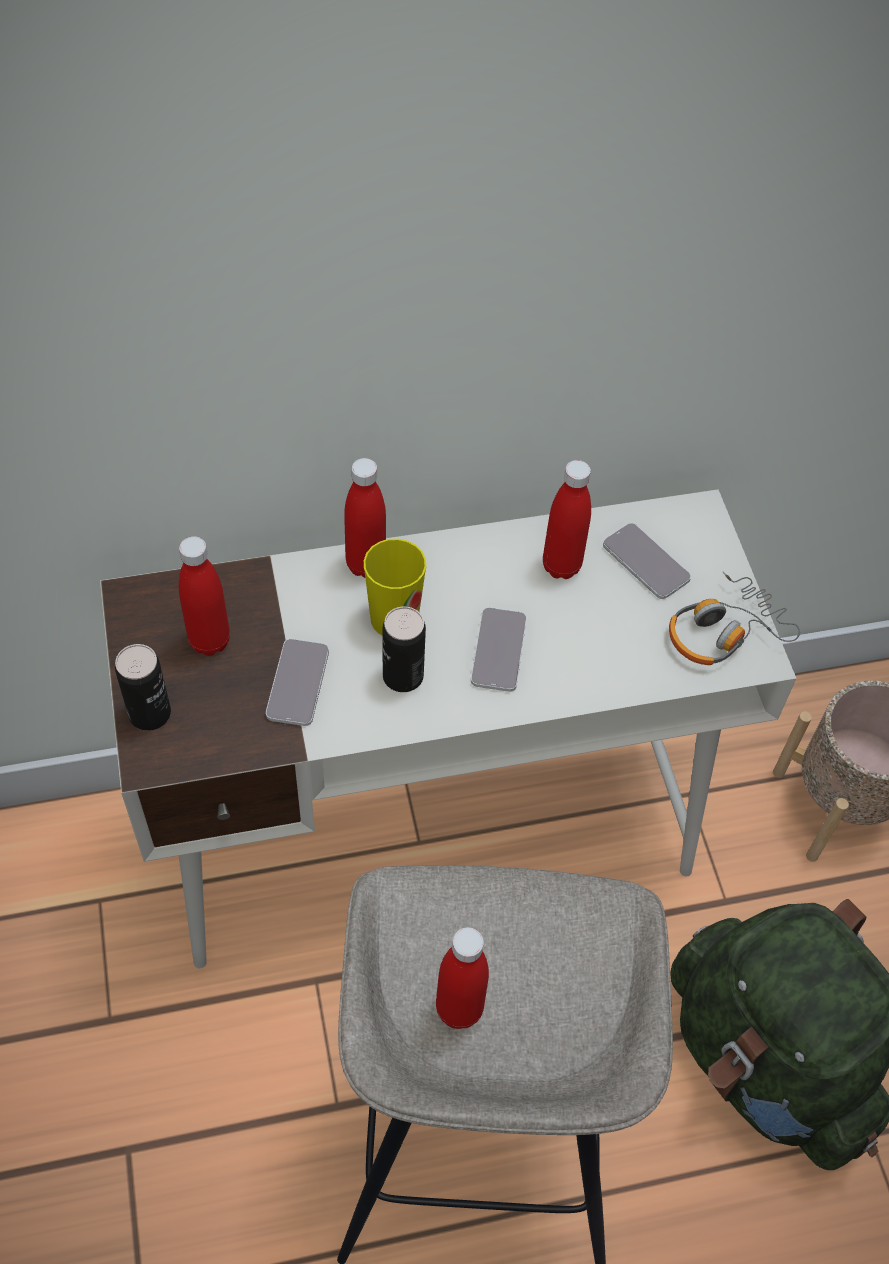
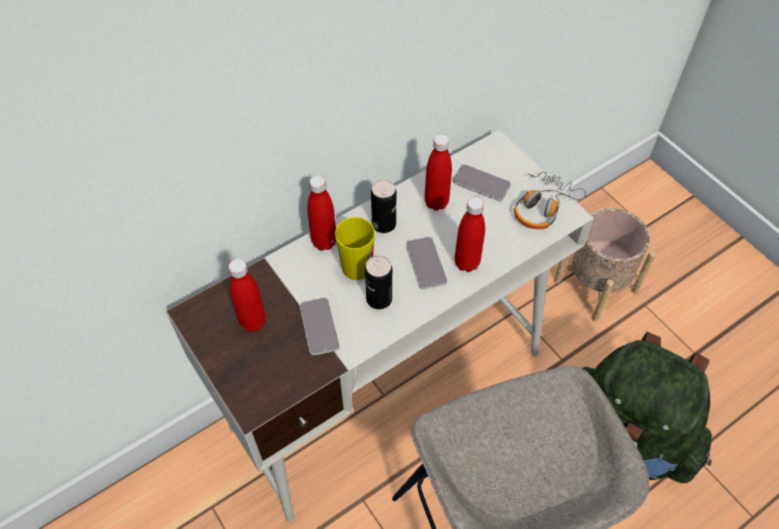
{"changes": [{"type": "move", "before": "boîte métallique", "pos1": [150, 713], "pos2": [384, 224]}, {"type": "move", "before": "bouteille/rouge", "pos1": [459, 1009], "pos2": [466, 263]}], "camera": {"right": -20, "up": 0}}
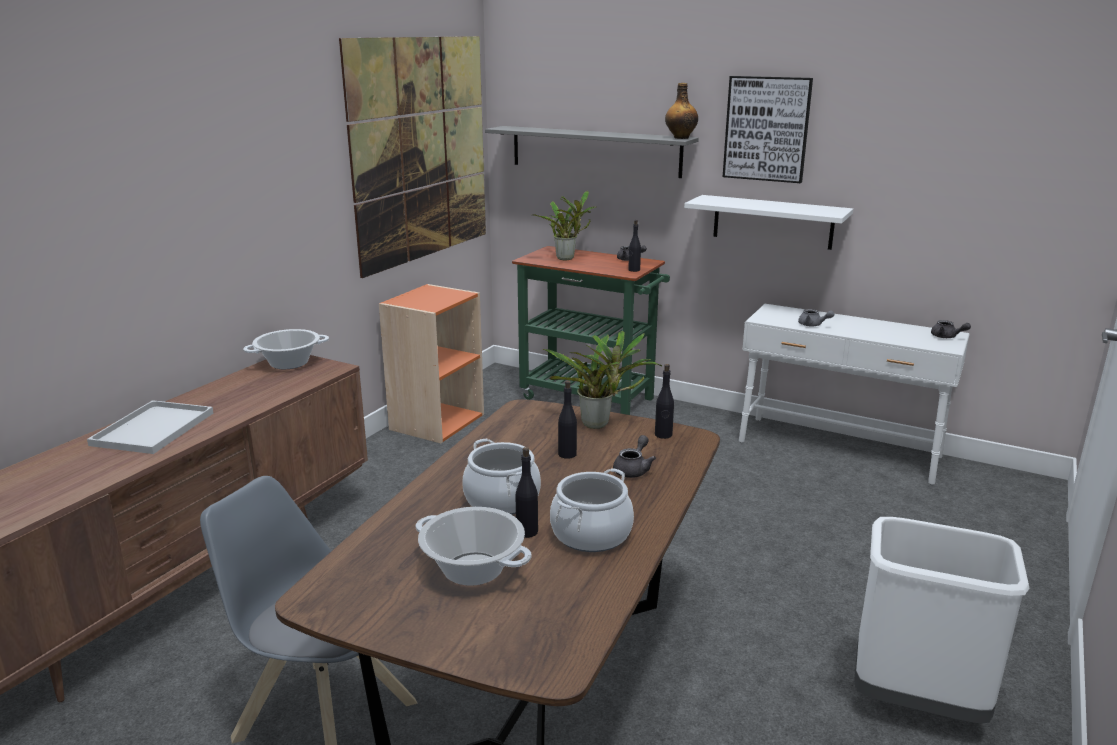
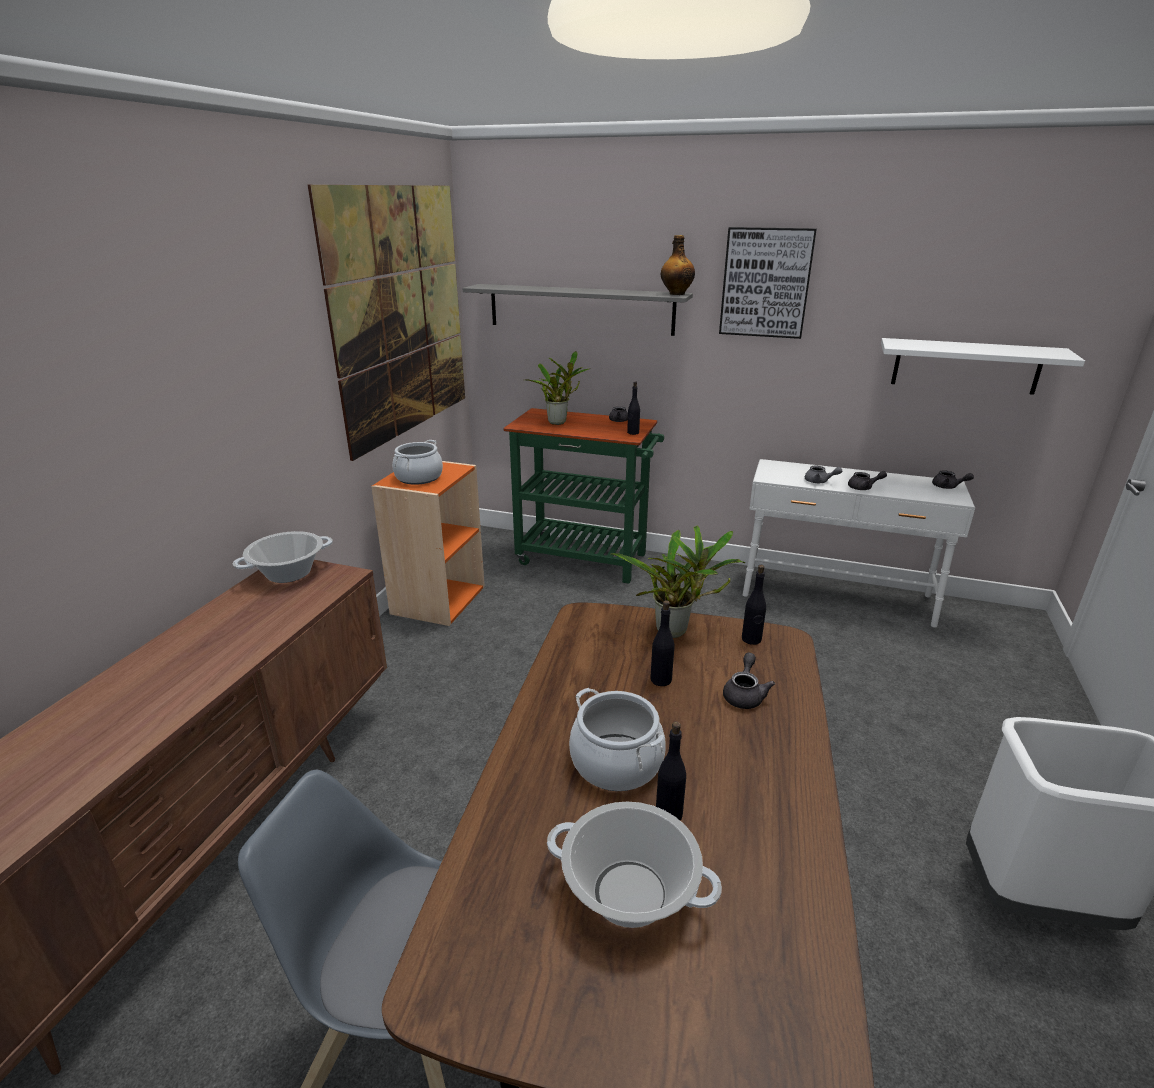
{"changes": [{"type": "delete", "before": "plateau/blanc", "pos1": [153, 430]}, {"type": "move", "before": "marmite", "pos1": [591, 534], "pos2": [418, 477]}, {"type": "move", "before": "étagère/blanc", "pos1": [772, 222], "pos2": [966, 366]}, {"type": "insert", "after": "théière/gris", "pos2": [863, 488]}], "camera": {"right": -10, "up": 5}}
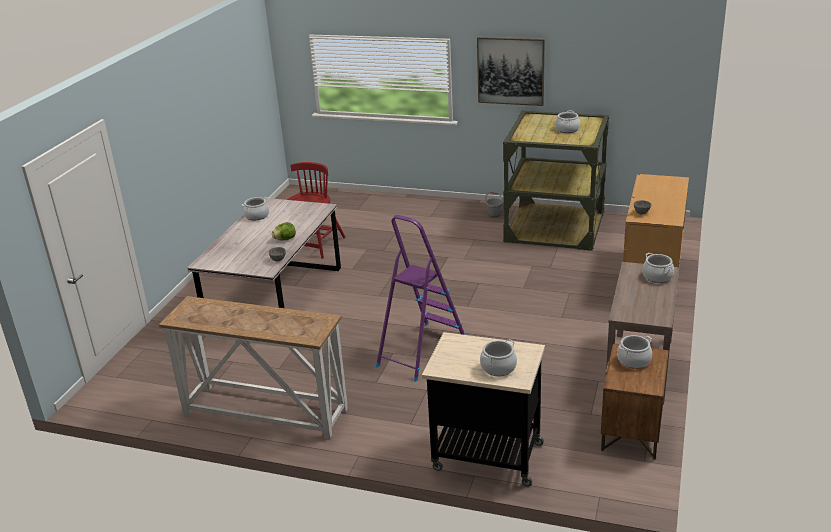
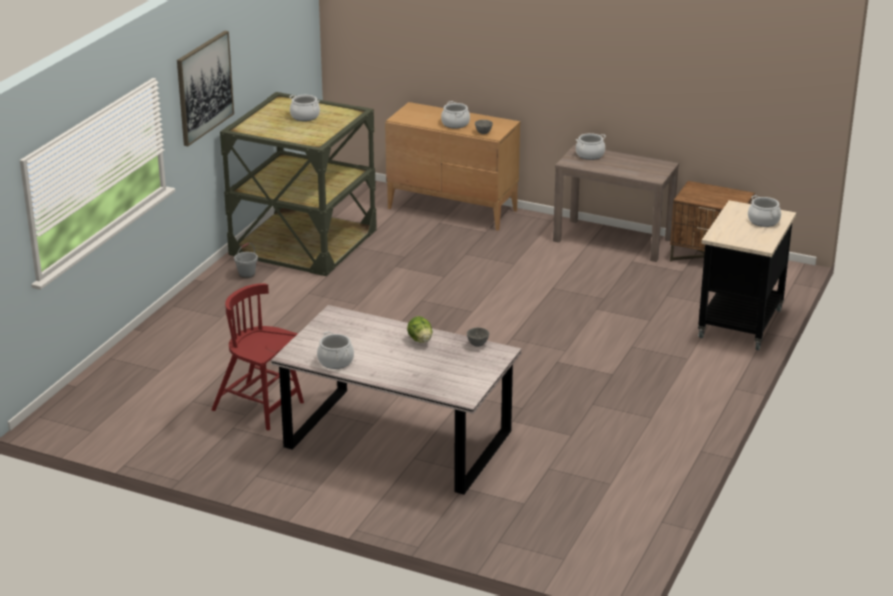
{"changes": [{"type": "delete", "before": "table console", "pos1": [264, 412]}, {"type": "delete", "before": "escabeau/violet", "pos1": [422, 350]}, {"type": "move", "before": "marmite", "pos1": [633, 360], "pos2": [455, 124]}], "camera": {"right": -85, "up": 0}}
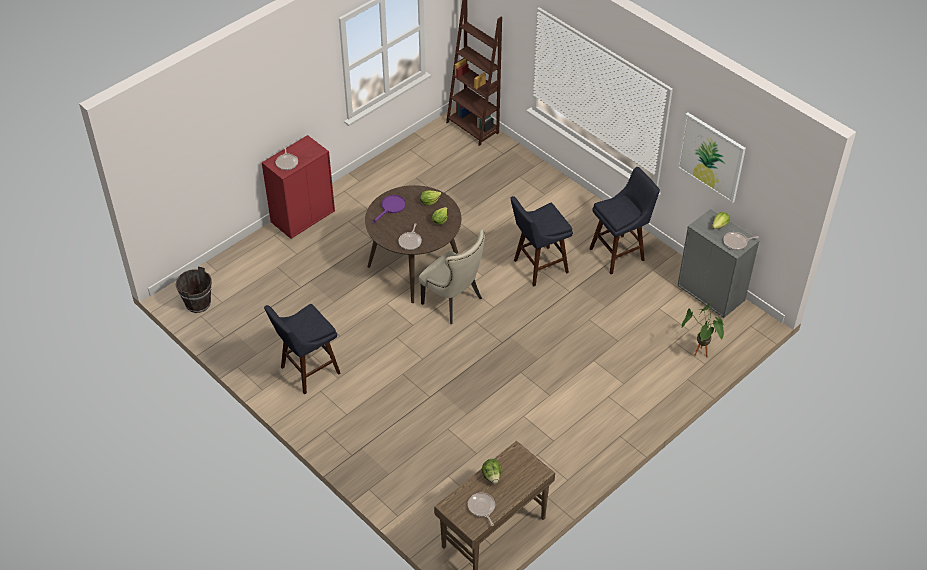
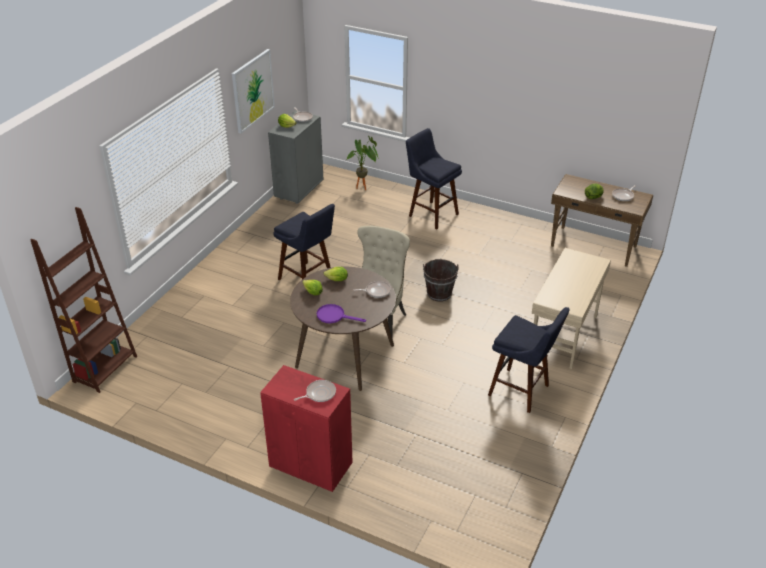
{"changes": [{"type": "move", "before": "seau/marron", "pos1": [198, 303], "pos2": [439, 294]}, {"type": "move", "before": "tabouret/bleu", "pos1": [620, 253], "pos2": [431, 214]}, {"type": "insert", "after": "table console/beige", "pos2": [564, 336]}], "camera": {"right": -110, "up": -10}}
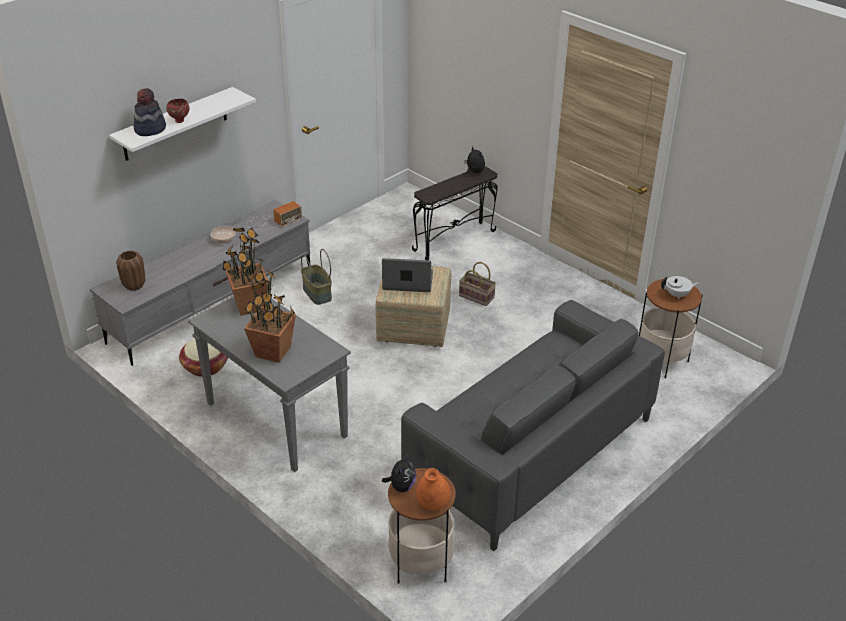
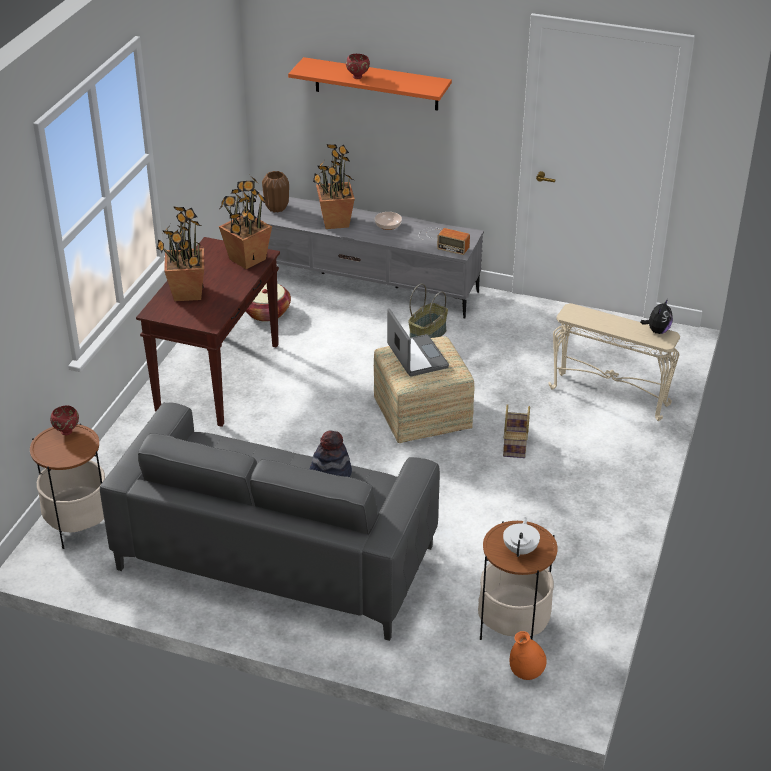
{"changes": [{"type": "recolor", "before": "étagère/blanc", "after": "étagère/orange", "pos1": [175, 124], "pos2": [376, 84]}, {"type": "move", "before": "chapeau", "pos1": [149, 129], "pos2": [330, 474]}, {"type": "recolor", "before": "table console/gris", "after": "table console/marron", "pos1": [275, 420], "pos2": [218, 377]}, {"type": "replace", "before": "peluche", "after": "bol/rouge", "pos1": [401, 487], "pos2": [67, 431]}, {"type": "recolor", "before": "table d'appoint/noir", "after": "table d'appoint/beige", "pos1": [454, 241], "pos2": [609, 397]}, {"type": "move", "before": "vase/orange", "pos1": [432, 505], "pos2": [526, 673]}, {"type": "rotate", "before": "théière/blanc", "pos1": [677, 295], "pos2": [520, 549], "turn": -135}, {"type": "insert", "after": "plante en pot", "pos2": [335, 222]}], "camera": {"right": 65, "up": 0}}
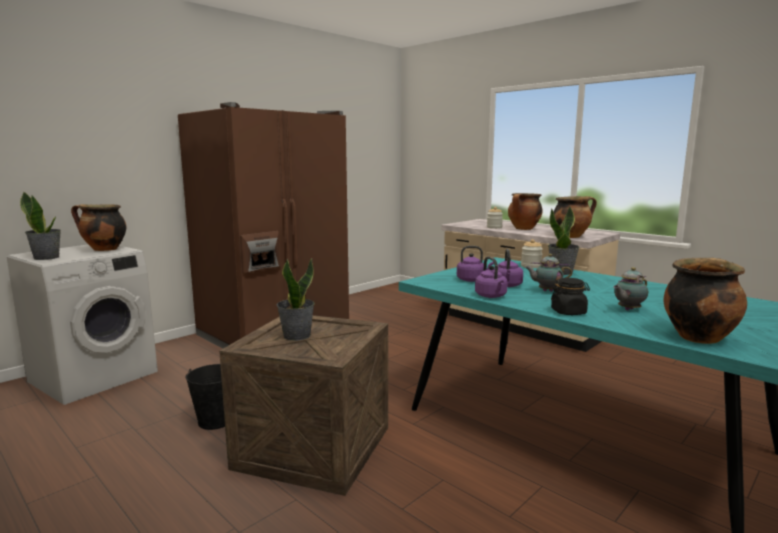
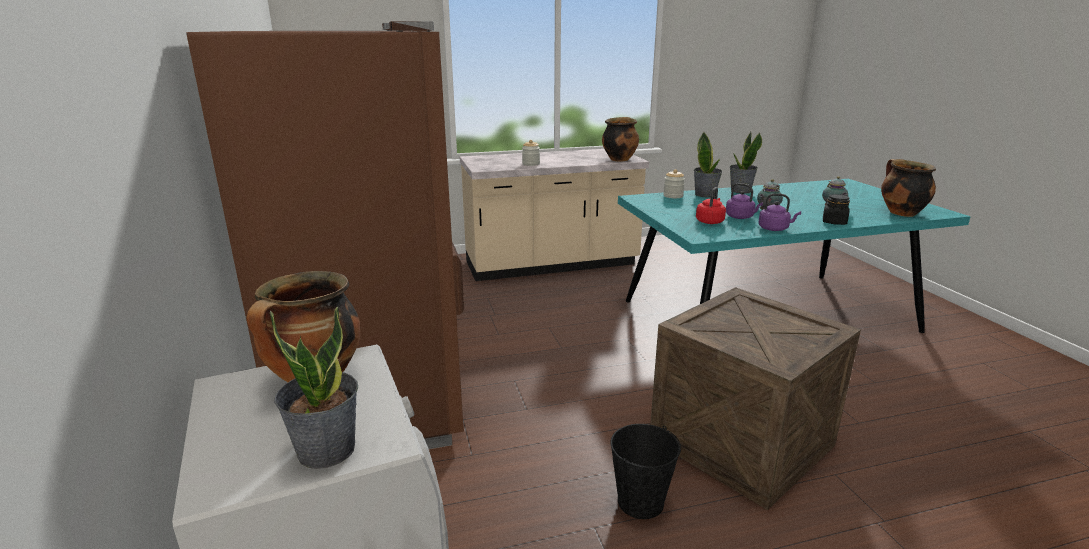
{"changes": [{"type": "move", "before": "plante en pot", "pos1": [296, 335], "pos2": [740, 191]}, {"type": "recolor", "before": "bouilloire/violet", "after": "bouilloire/rouge", "pos1": [472, 280], "pos2": [710, 221]}, {"type": "delete", "before": "marmite", "pos1": [523, 229]}], "camera": {"right": -60, "up": 10}}
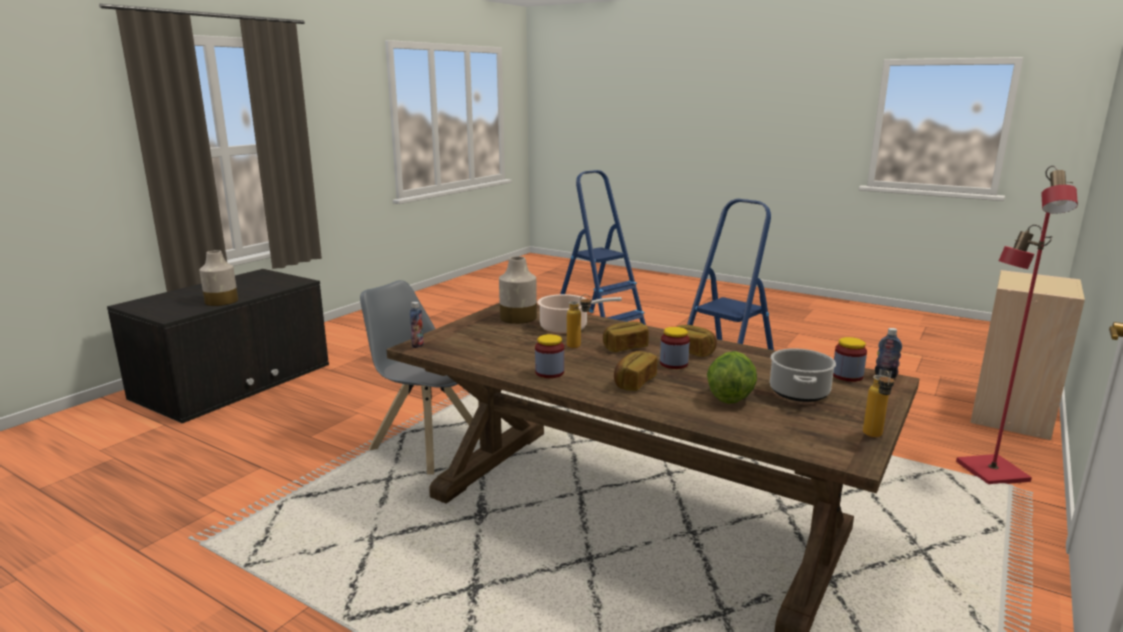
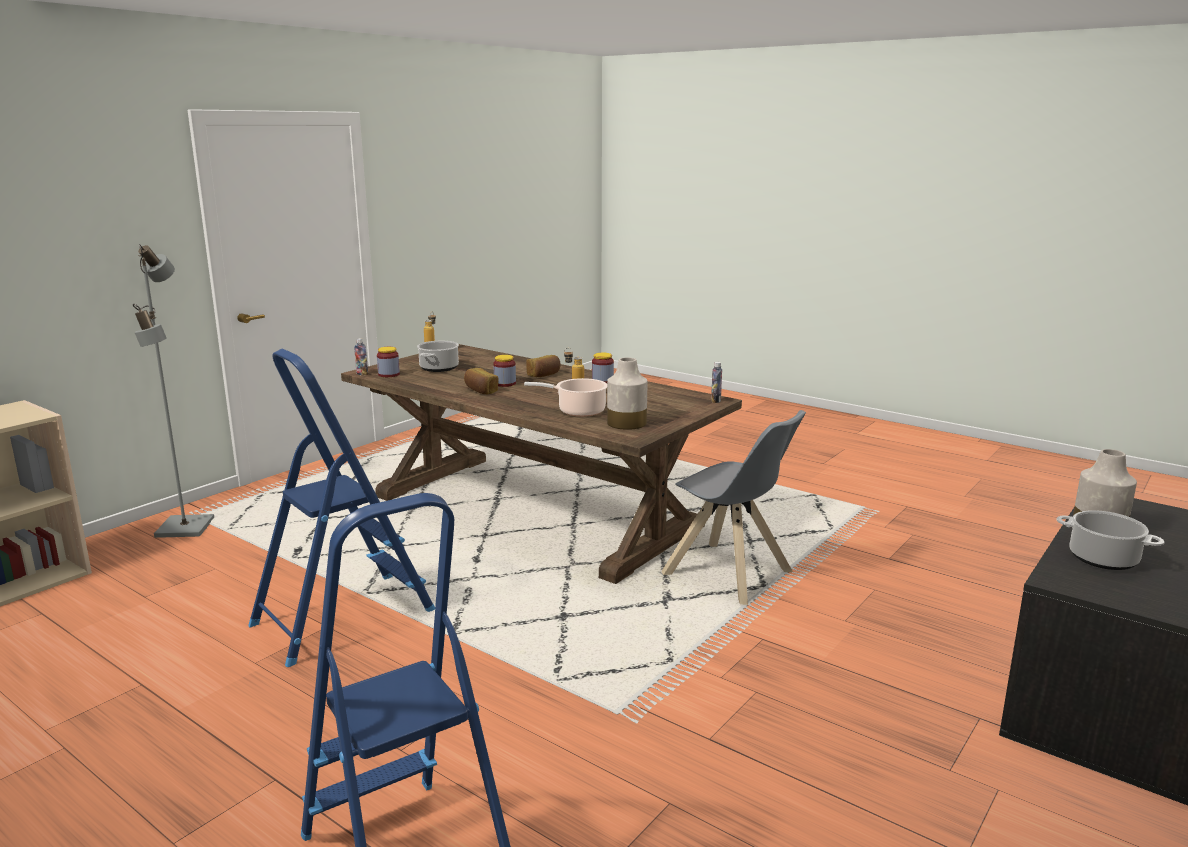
{"changes": [{"type": "delete", "before": "pain", "pos1": [625, 347]}, {"type": "delete", "before": "laitue", "pos1": [729, 397]}, {"type": "recolor", "before": "lampadaire/rouge", "after": "lampadaire/gris", "pos1": [992, 471], "pos2": [185, 527]}, {"type": "insert", "after": "marmite", "pos2": [1102, 559]}], "camera": {"right": -175, "up": 0}}
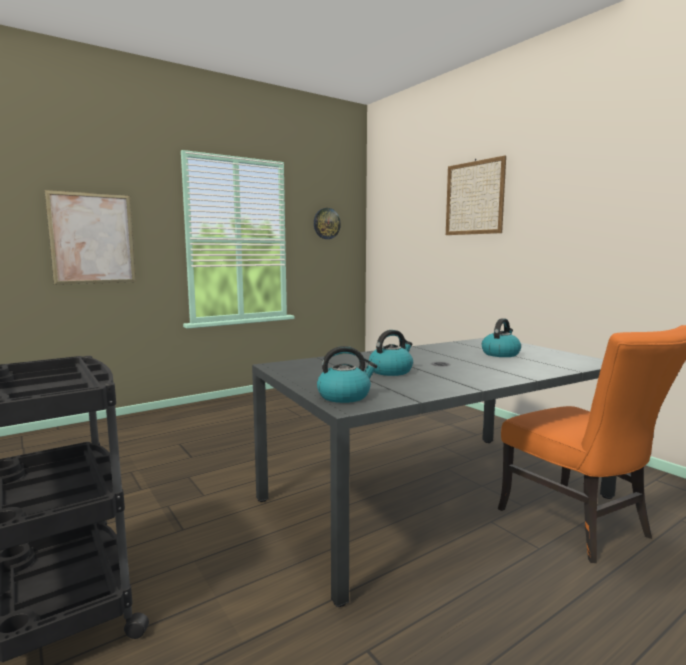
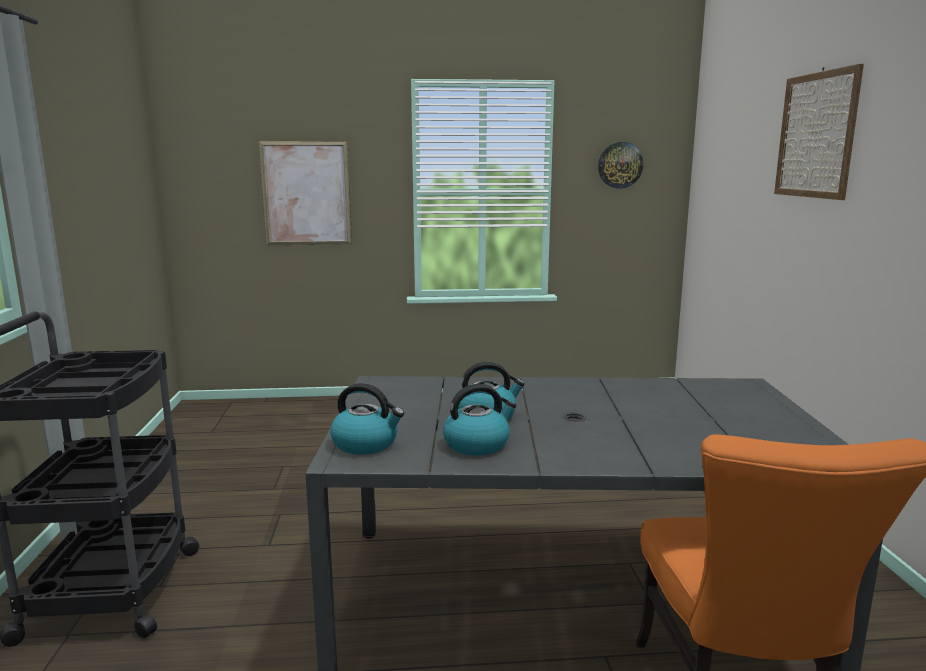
{"changes": [{"type": "move", "before": "bouilloire", "pos1": [500, 354], "pos2": [477, 444]}], "camera": {"right": 30, "up": 5}}
